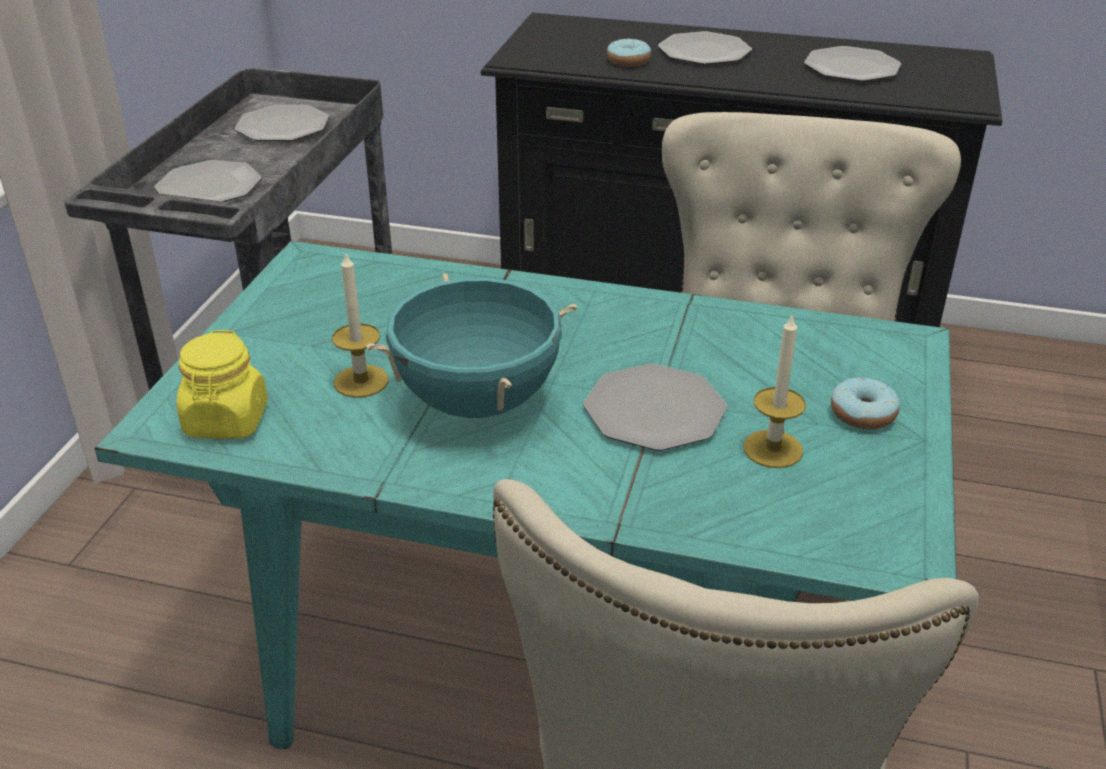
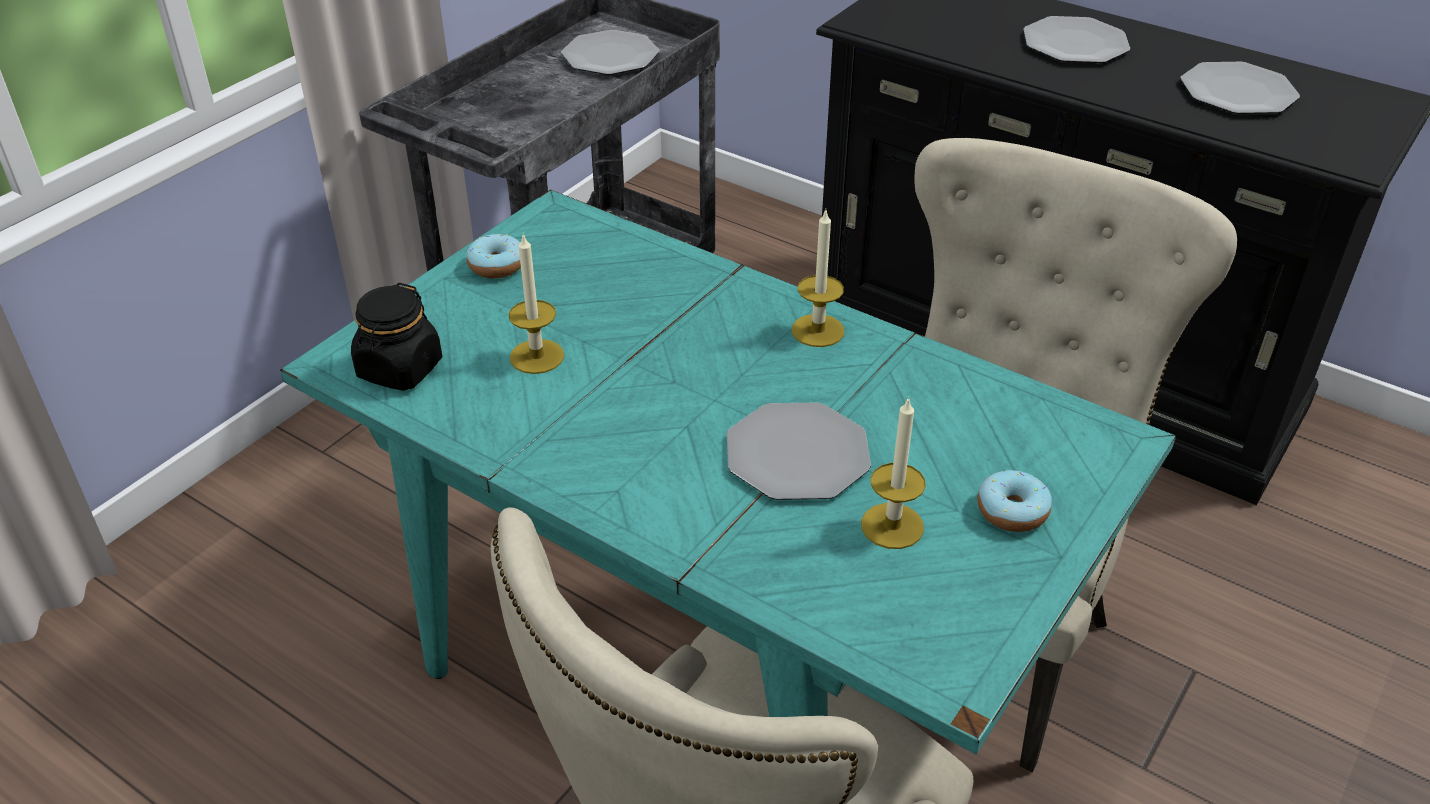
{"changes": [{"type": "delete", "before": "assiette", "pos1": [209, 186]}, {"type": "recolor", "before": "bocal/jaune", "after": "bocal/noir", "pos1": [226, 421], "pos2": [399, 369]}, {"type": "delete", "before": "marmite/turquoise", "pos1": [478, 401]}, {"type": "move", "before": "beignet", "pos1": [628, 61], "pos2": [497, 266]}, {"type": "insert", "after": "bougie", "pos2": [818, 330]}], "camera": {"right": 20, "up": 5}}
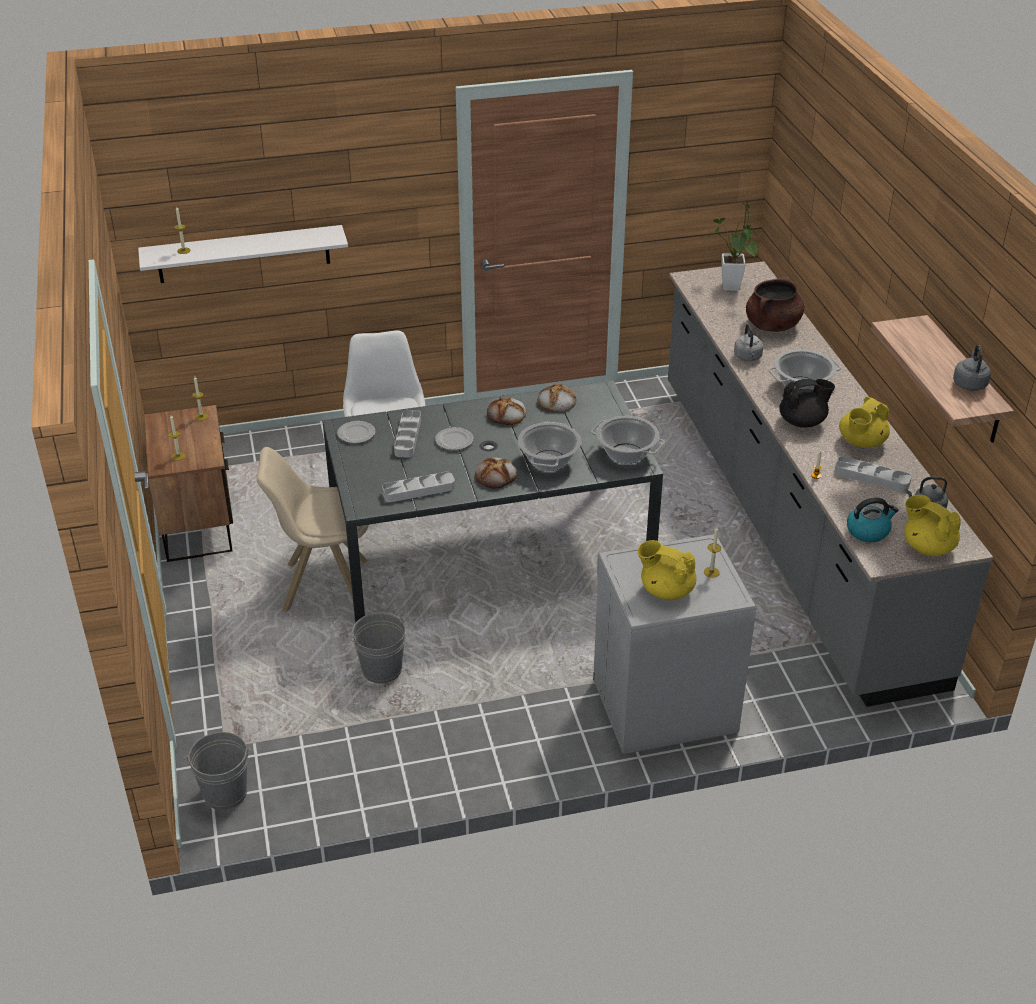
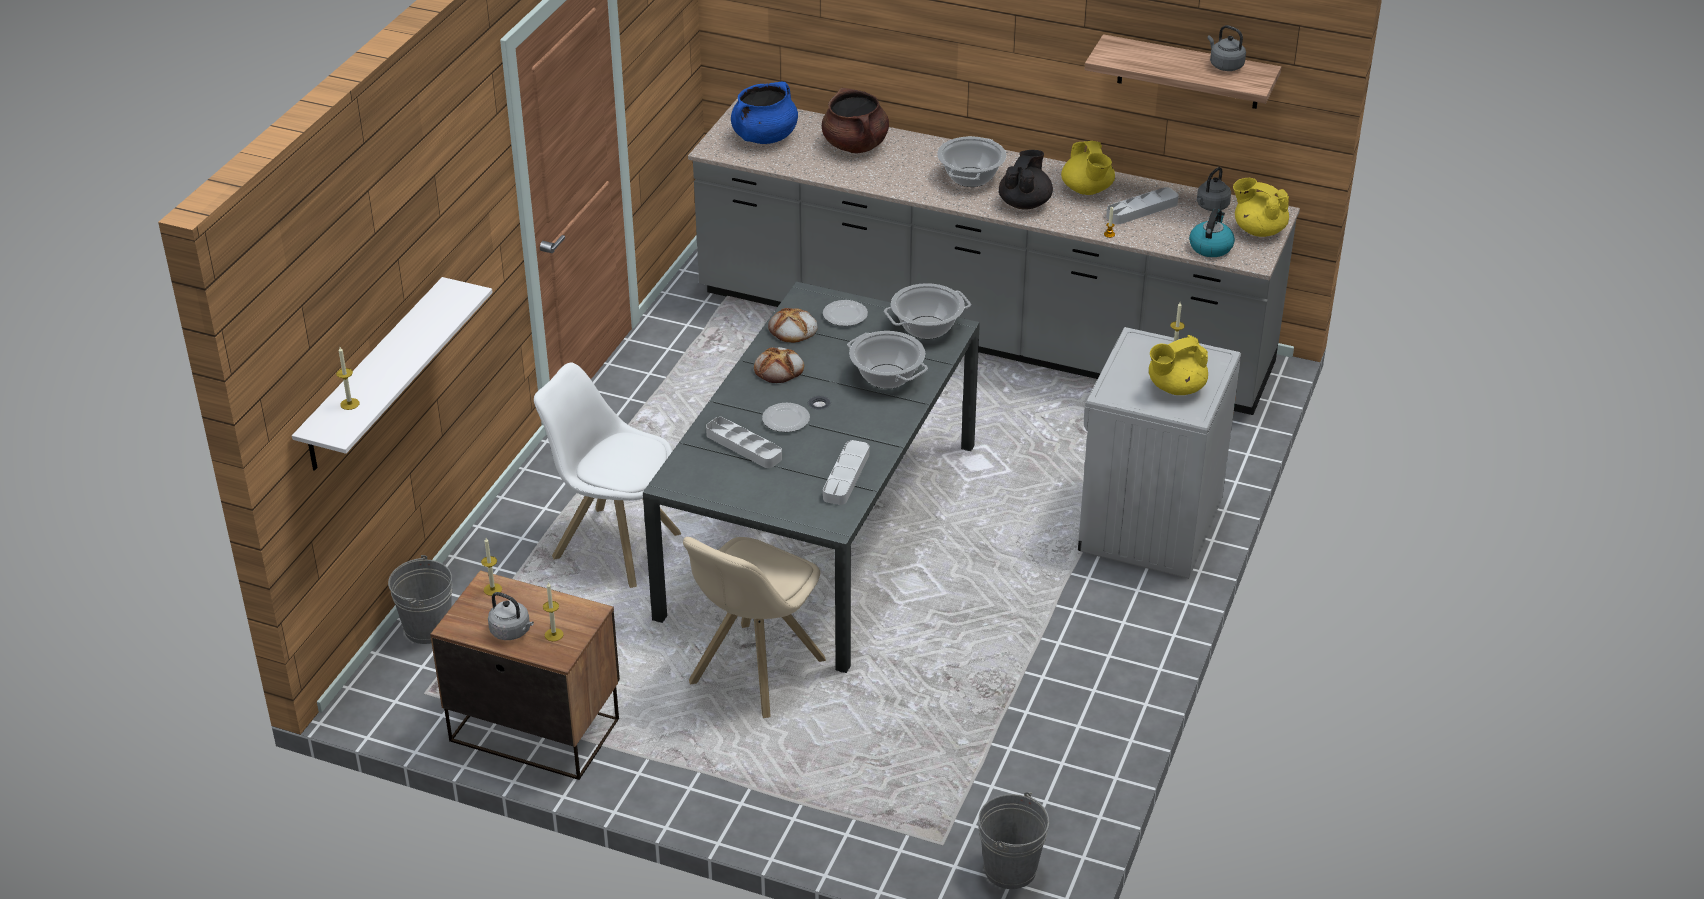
{"changes": [{"type": "move", "before": "assiette", "pos1": [356, 434], "pos2": [845, 315]}, {"type": "move", "before": "seau/gris", "pos1": [382, 670], "pos2": [427, 628]}, {"type": "delete", "before": "pain", "pos1": [496, 476]}, {"type": "replace", "before": "plante en pot", "after": "marmite/bleu", "pos1": [730, 289], "pos2": [764, 137]}, {"type": "move", "before": "bouilloire/gris", "pos1": [748, 357], "pos2": [512, 632]}, {"type": "rotate", "before": "théière/jaune", "pos1": [927, 547], "pos2": [1258, 230], "turn": 45}], "camera": {"right": -55, "up": 0}}
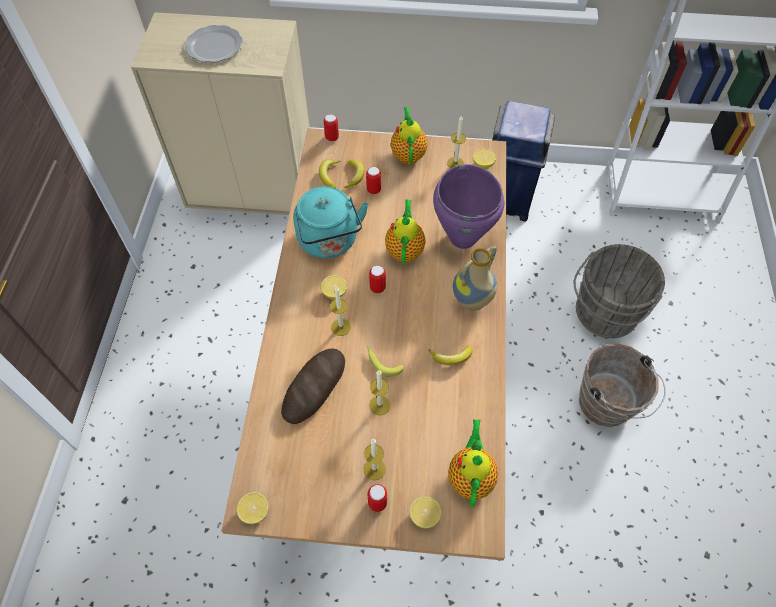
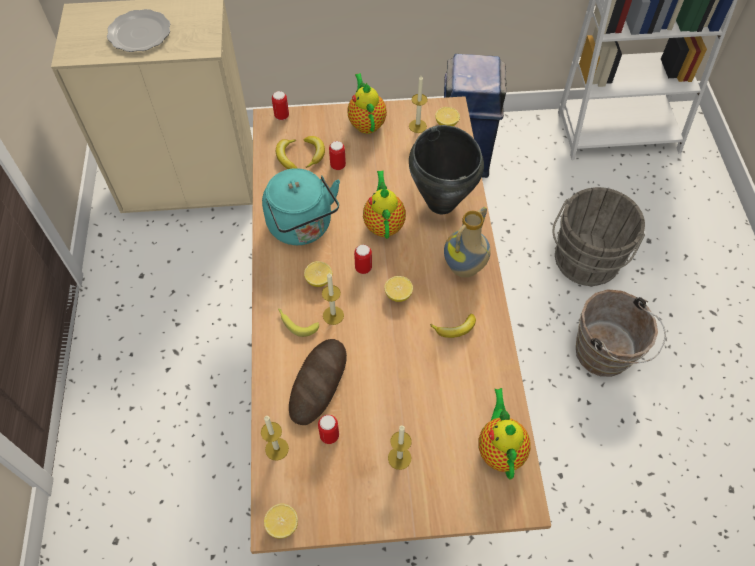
{"changes": [{"type": "move", "before": "banane", "pos1": [382, 362], "pos2": [296, 323]}, {"type": "move", "before": "boîte métallique", "pos1": [377, 503], "pos2": [329, 436]}, {"type": "move", "before": "bougie", "pos1": [379, 405], "pos2": [277, 449]}, {"type": "move", "before": "citron", "pos1": [424, 516], "pos2": [398, 294]}, {"type": "recolor", "before": "marmite/violet", "after": "marmite/noir", "pos1": [463, 237], "pos2": [441, 202]}], "camera": {"right": -10, "up": 0}}
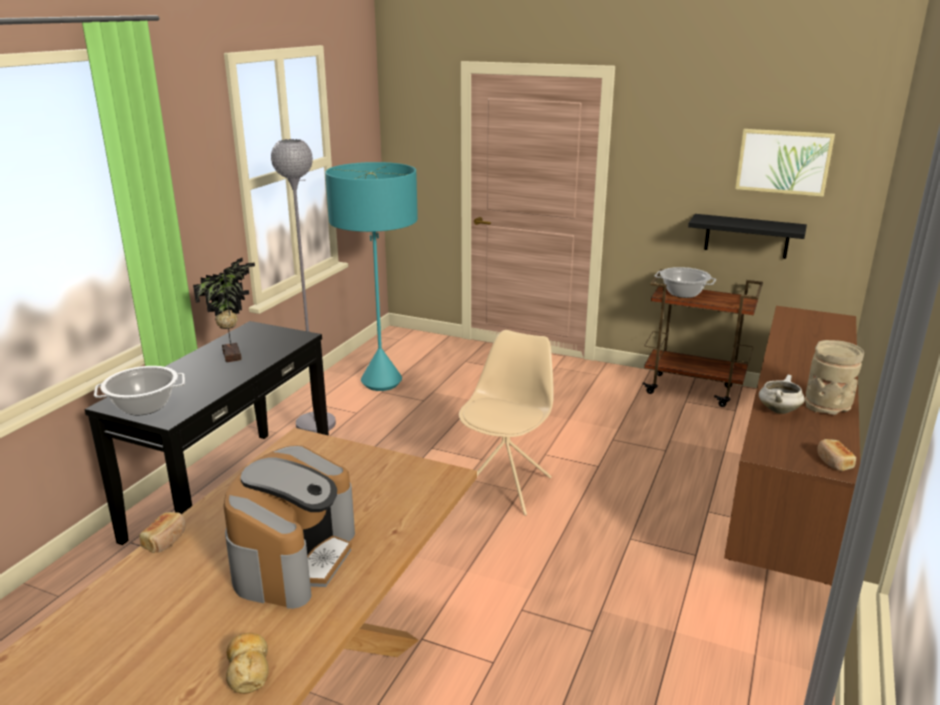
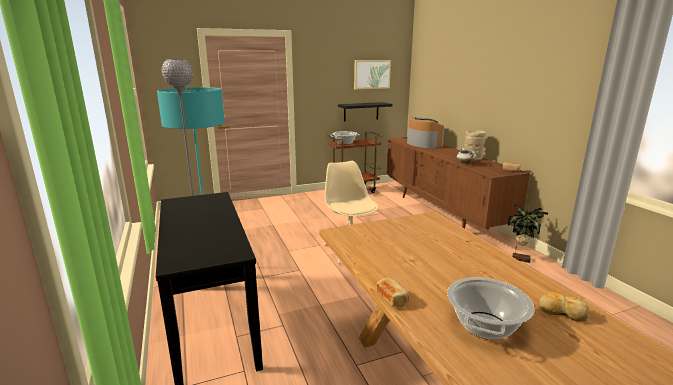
{"changes": [{"type": "move", "before": "marmite", "pos1": [144, 406], "pos2": [485, 325]}, {"type": "move", "before": "plante en pot", "pos1": [234, 355], "pos2": [520, 259]}, {"type": "move", "before": "machine à café", "pos1": [294, 558], "pos2": [423, 144]}], "camera": {"right": -45, "up": -5}}
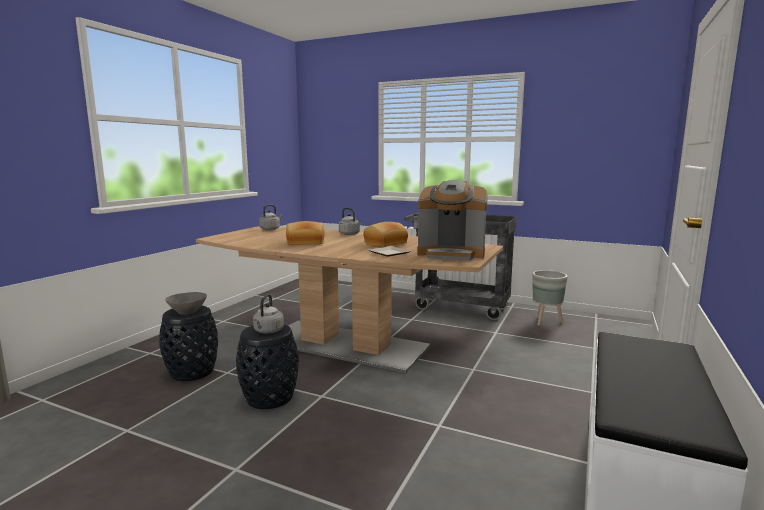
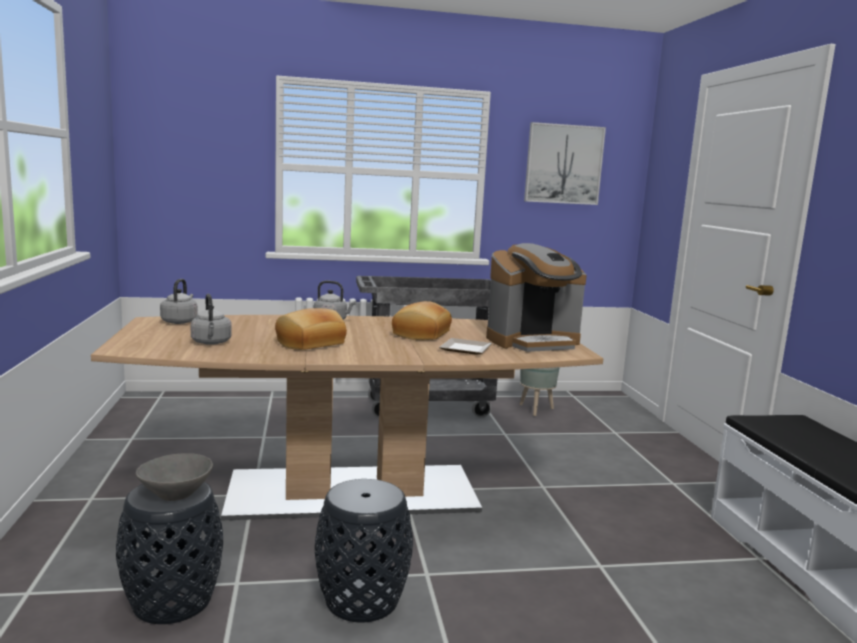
{"changes": [{"type": "move", "before": "bouilloire/gris", "pos1": [268, 331], "pos2": [211, 343]}, {"type": "insert", "after": "tableau", "pos2": [563, 164]}], "camera": {"right": -35, "up": 0}}
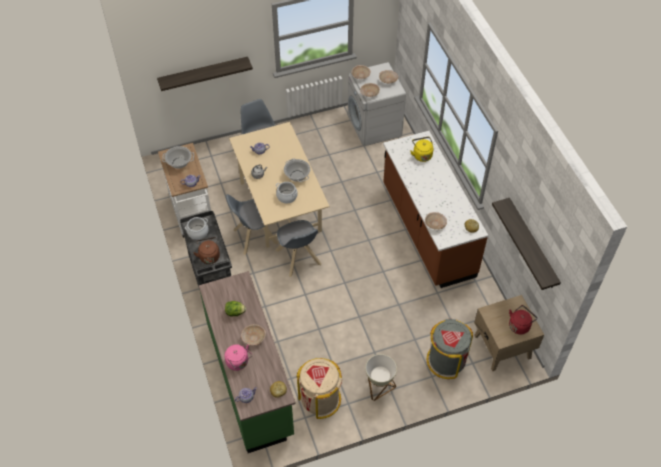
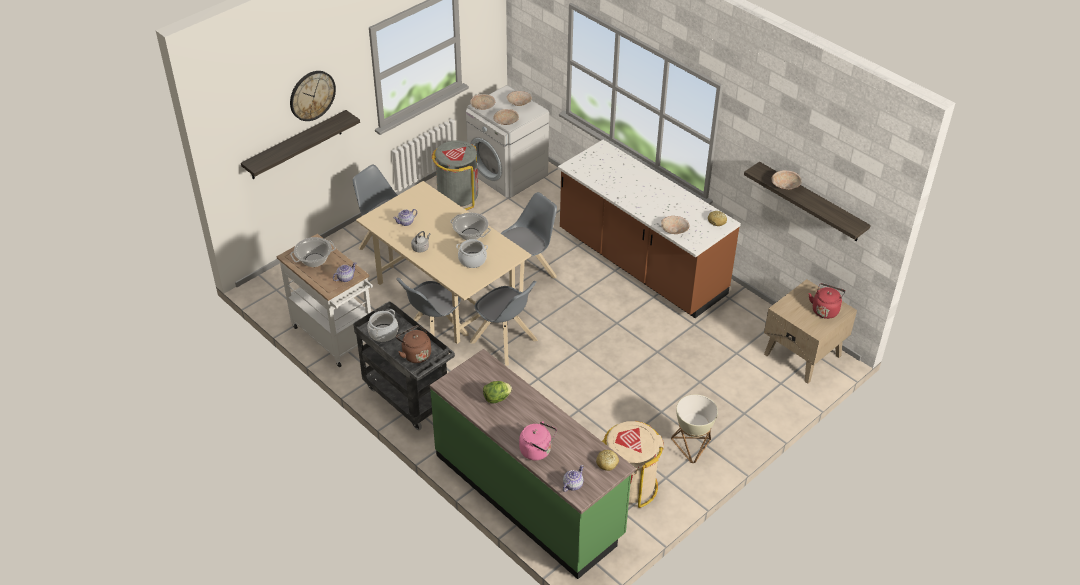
{"changes": [{"type": "move", "before": "bol/beige", "pos1": [253, 338], "pos2": [785, 186]}, {"type": "delete", "before": "bouilloire/jaune", "pos1": [421, 155]}, {"type": "move", "before": "poubelle/gris", "pos1": [446, 360], "pos2": [457, 197]}, {"type": "insert", "after": "horloge murale", "pos2": [312, 95]}, {"type": "insert", "after": "chaise/gris", "pos2": [526, 275]}], "camera": {"right": -25, "up": -10}}
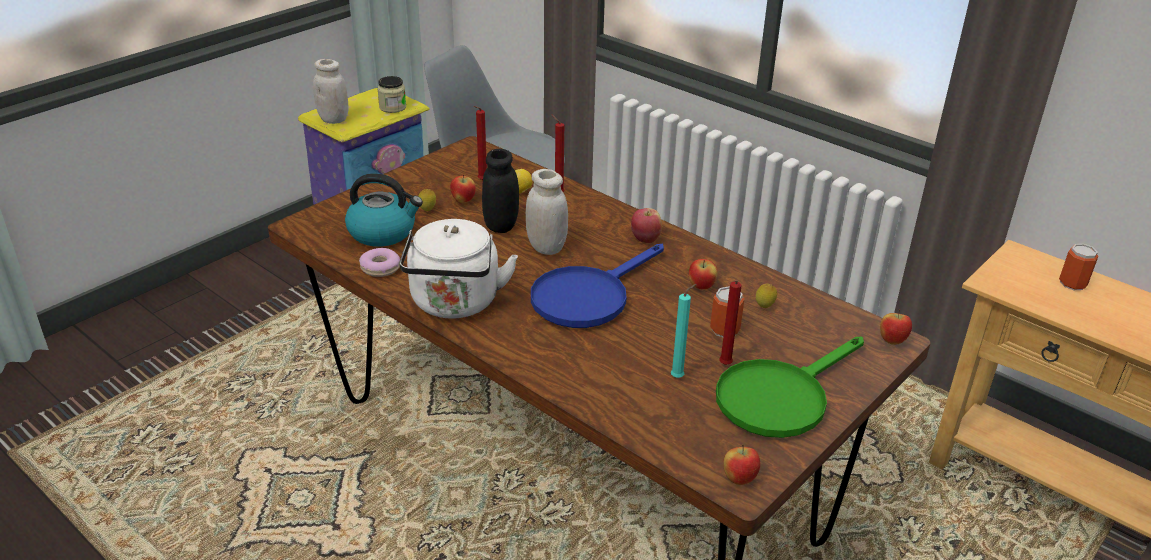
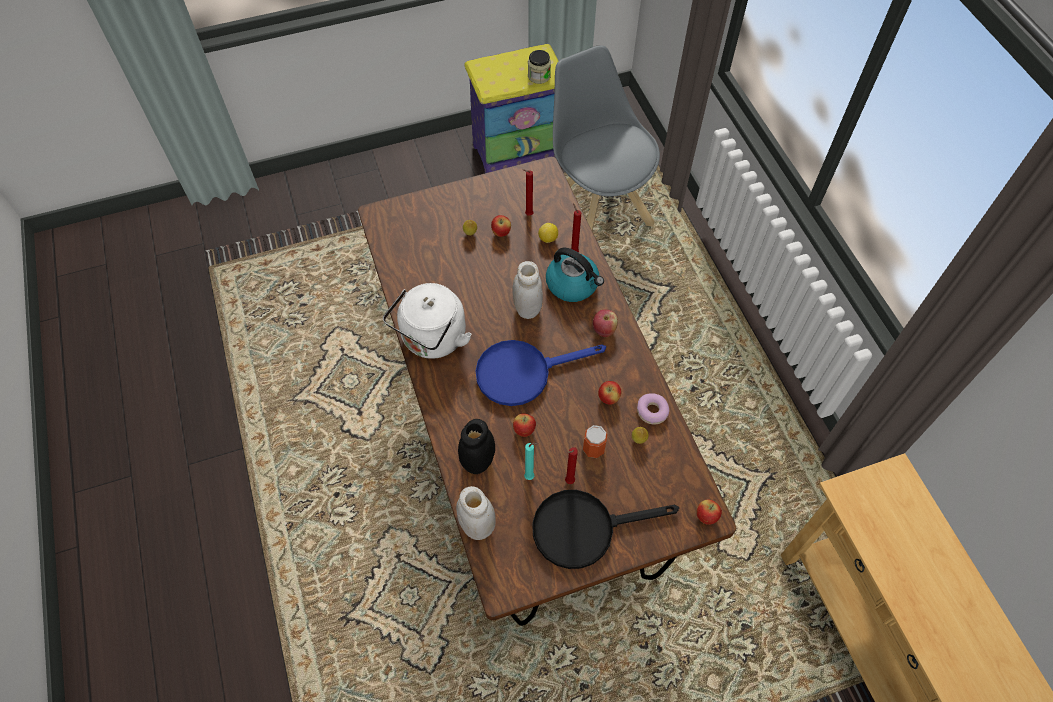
{"changes": [{"type": "move", "before": "bocal/blanc", "pos1": [333, 119], "pos2": [477, 526]}, {"type": "move", "before": "bouilloire", "pos1": [383, 232], "pos2": [573, 284]}, {"type": "move", "before": "beignet", "pos1": [380, 268], "pos2": [652, 411]}, {"type": "move", "before": "bocal/noir", "pos1": [501, 225], "pos2": [478, 461]}, {"type": "recolor", "before": "poêle/vert", "after": "poêle/noir", "pos1": [780, 397], "pos2": [584, 528]}, {"type": "move", "before": "pomme", "pos1": [739, 479], "pos2": [524, 430]}, {"type": "delete", "before": "boîte métallique", "pos1": [1072, 283]}], "camera": {"right": 30, "up": 25}}
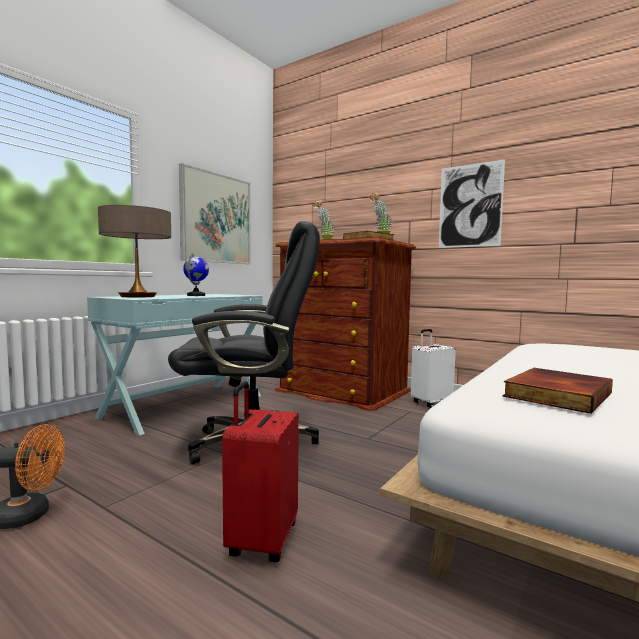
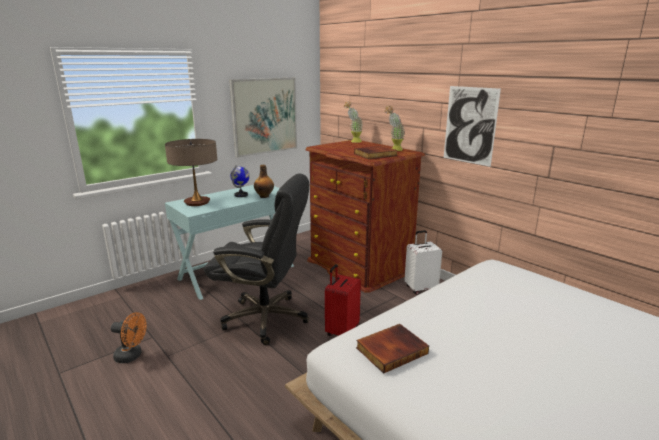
{"changes": [{"type": "move", "before": "valise/rouge", "pos1": [261, 540], "pos2": [341, 331]}, {"type": "insert", "after": "bouteille", "pos2": [264, 196]}], "camera": {"right": 15, "up": 15}}
